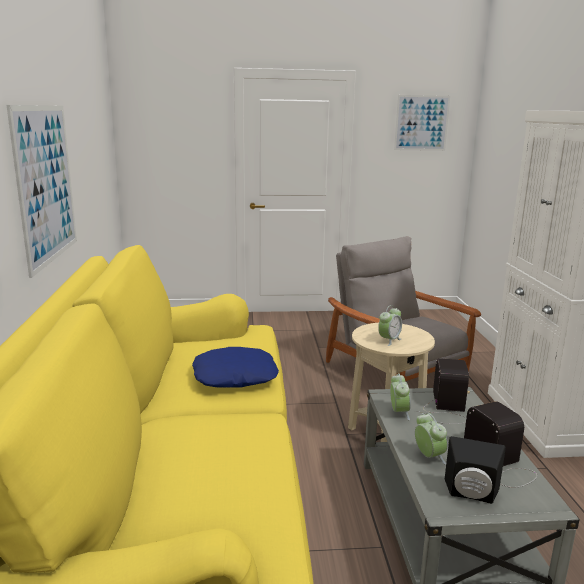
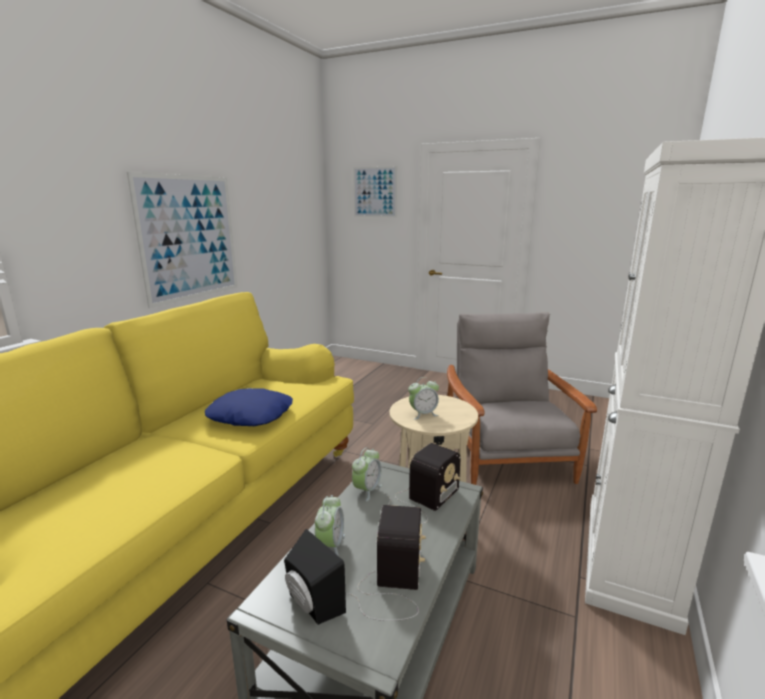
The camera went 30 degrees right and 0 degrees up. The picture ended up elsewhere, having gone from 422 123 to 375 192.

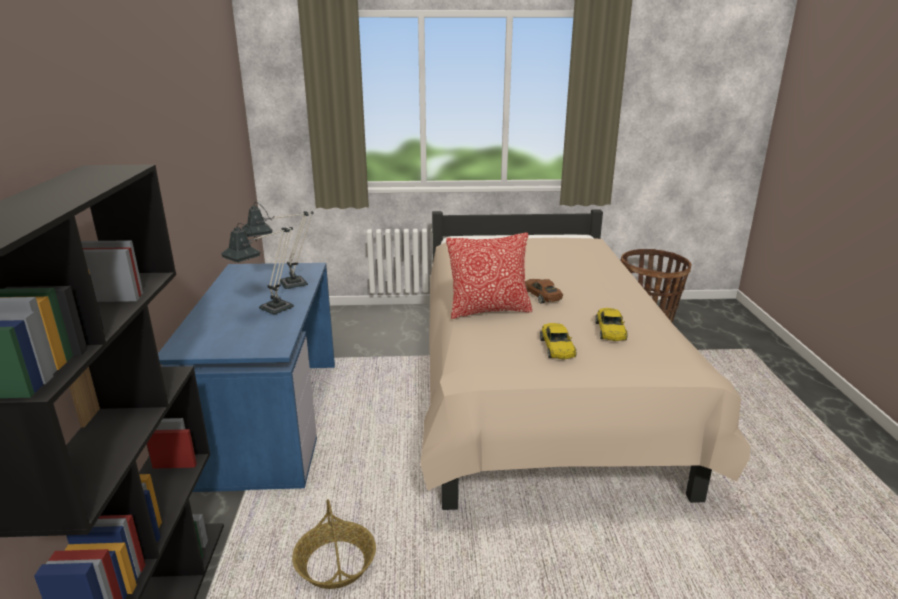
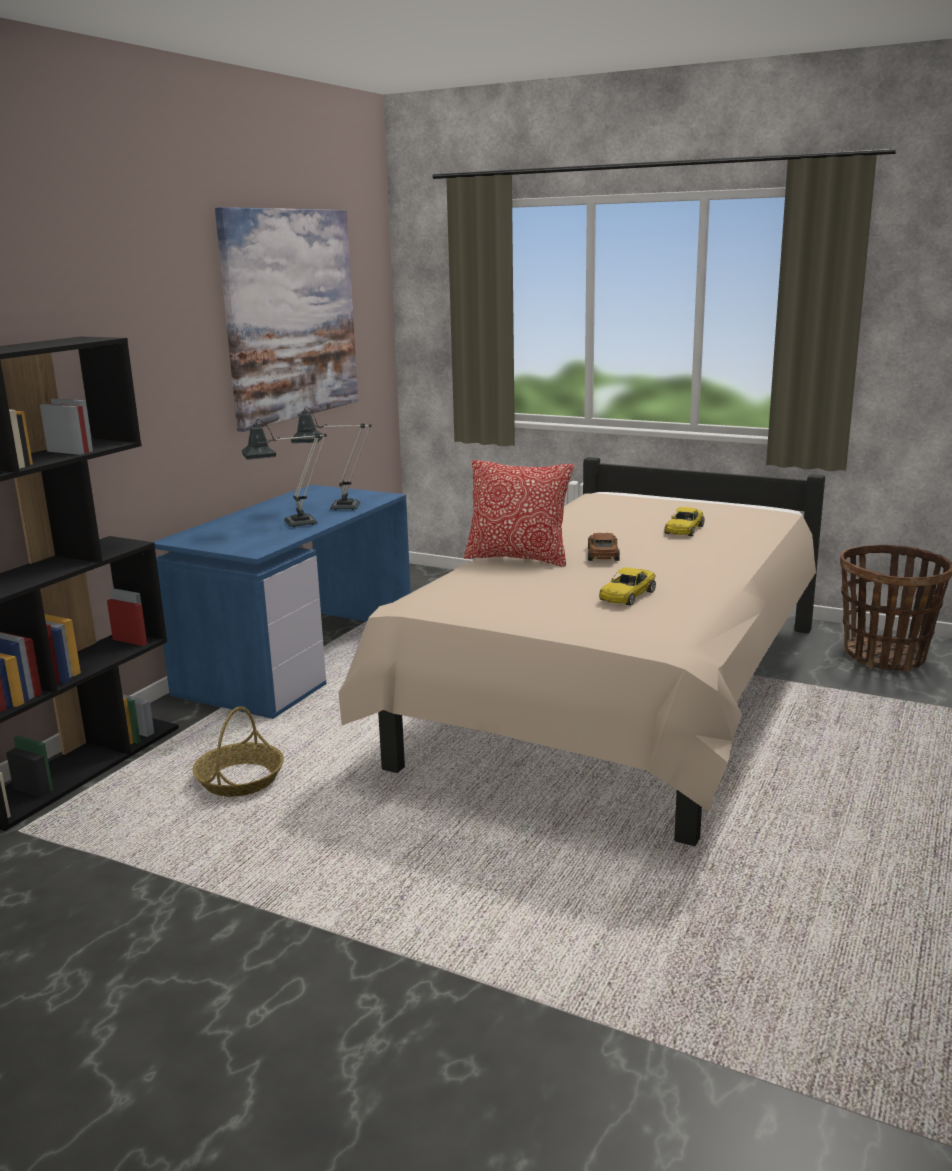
The camera went 30 degrees right and 5 degrees down. The yellow toy car ended up elsewhere, having gone from 558 341 to 685 521. The second view gained the picture at 286 319.

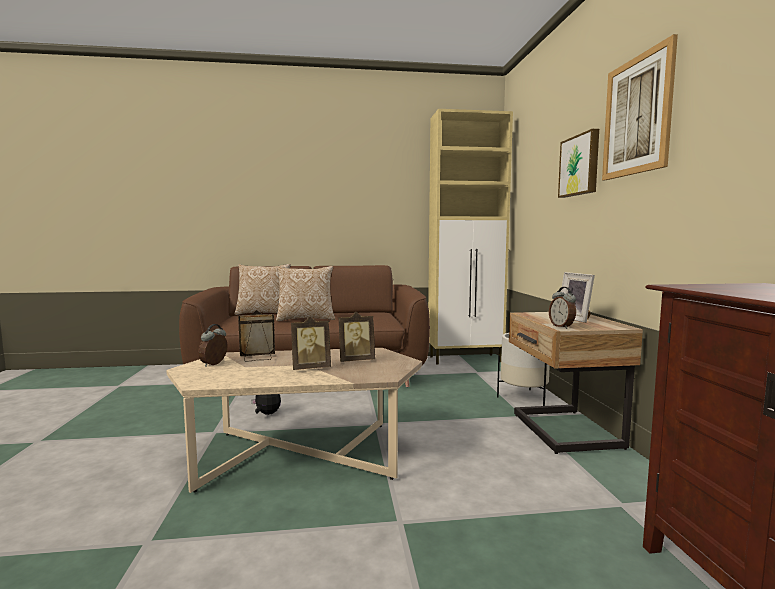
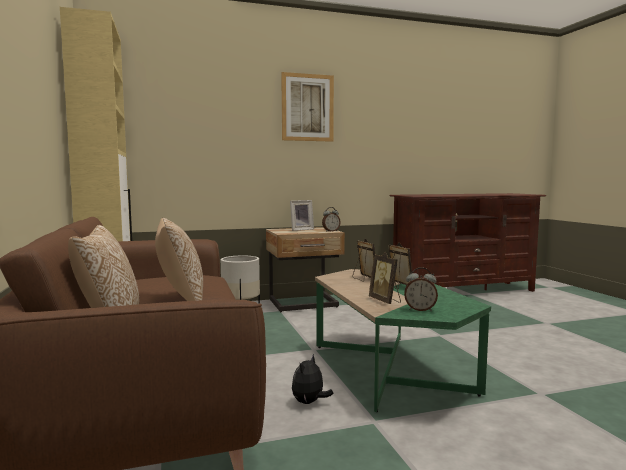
The camera went 100 degrees left and 0 degrees up. The second view lost the picture at 578 163. What was the beige coffee table at 294 420 turned into the green coffee table at 403 340.

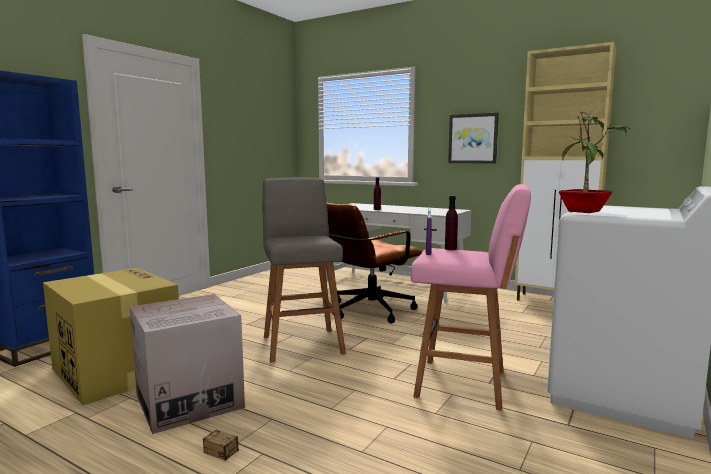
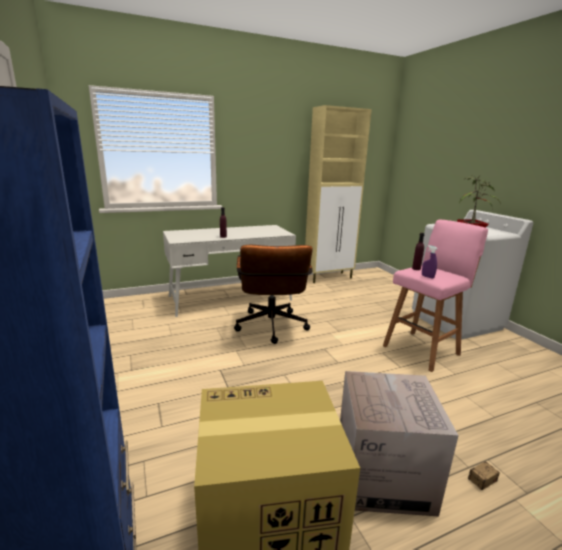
The camera went 55 degrees left and 10 degrees up. The second view lost the picture at 473 138. The second view lost the grey stool at 304 270.

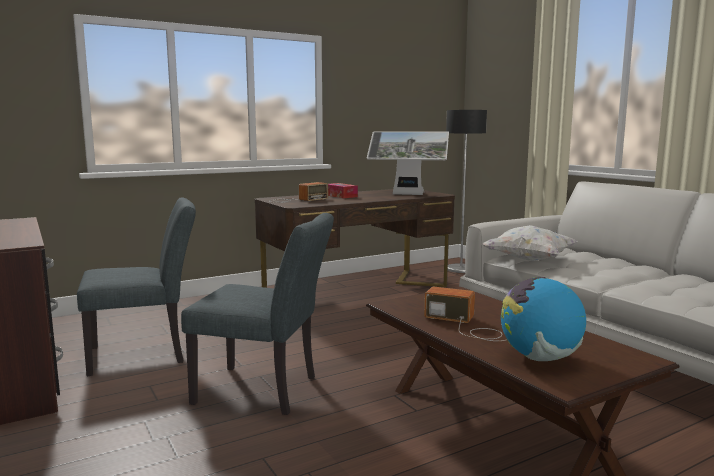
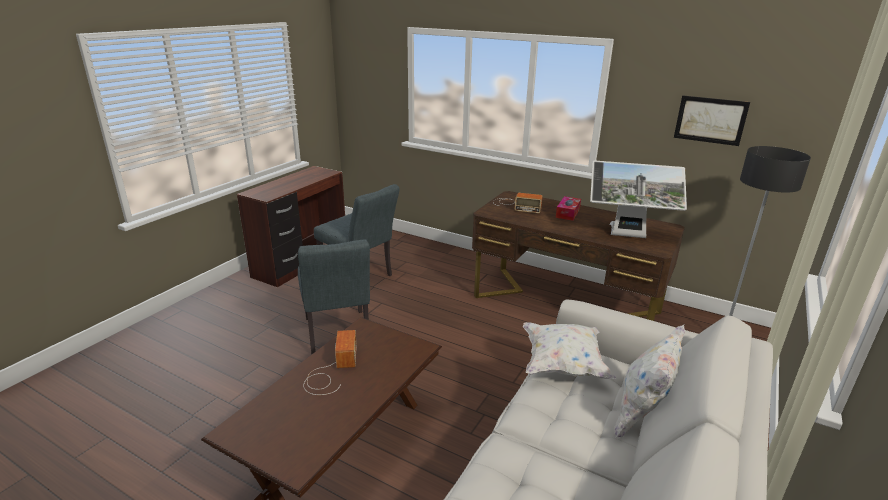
The camera went 60 degrees right and 15 degrees up. The monitor at 408 163 ended up facing another way, 60 degrees counterclockwise from before. The second view lost the globe at 543 319. The second view gained the picture at 712 121. The second view gained the white pillow at 649 381.

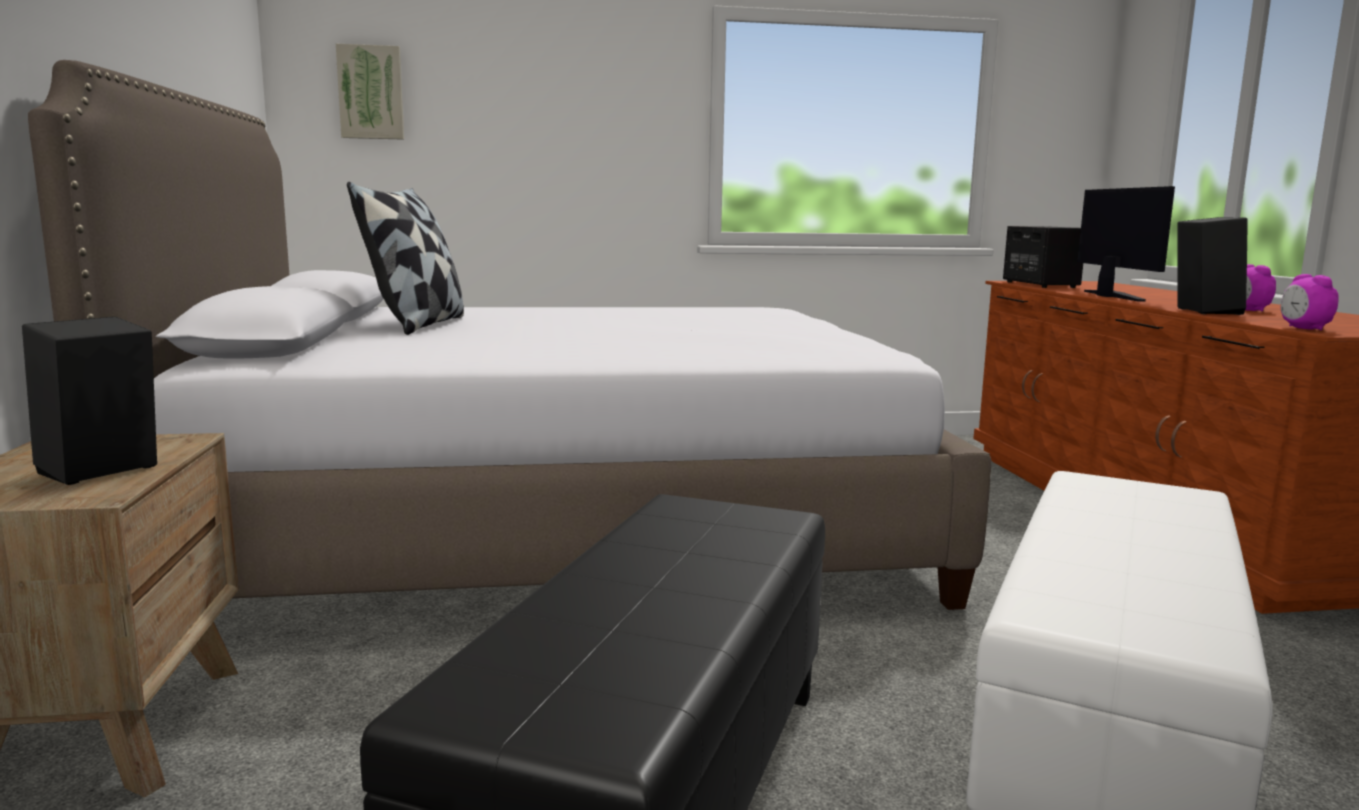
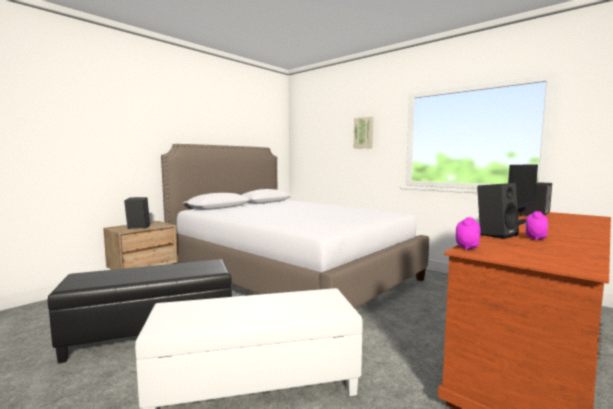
The camera went 50 degrees right and 5 degrees down. The picture ended up elsewhere, having gone from 370 92 to 363 133. The second view lost the pillow at 405 258.

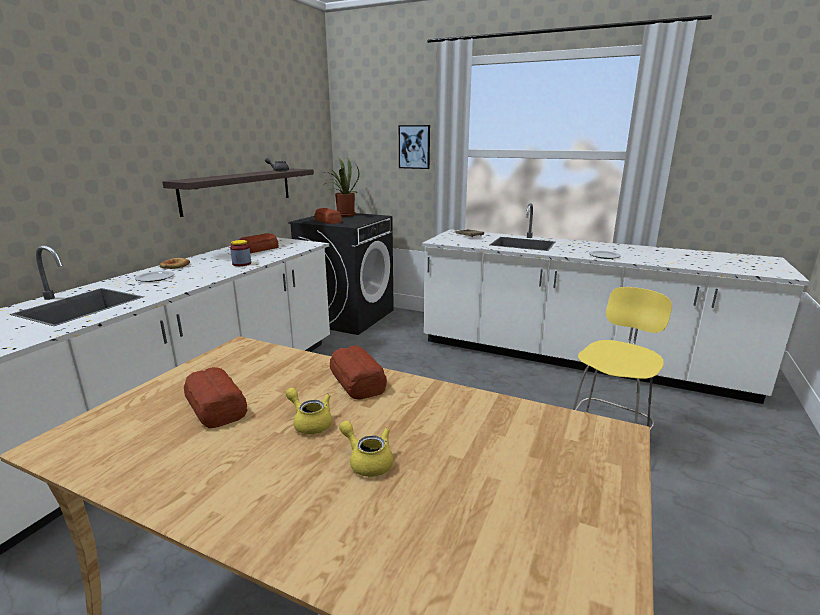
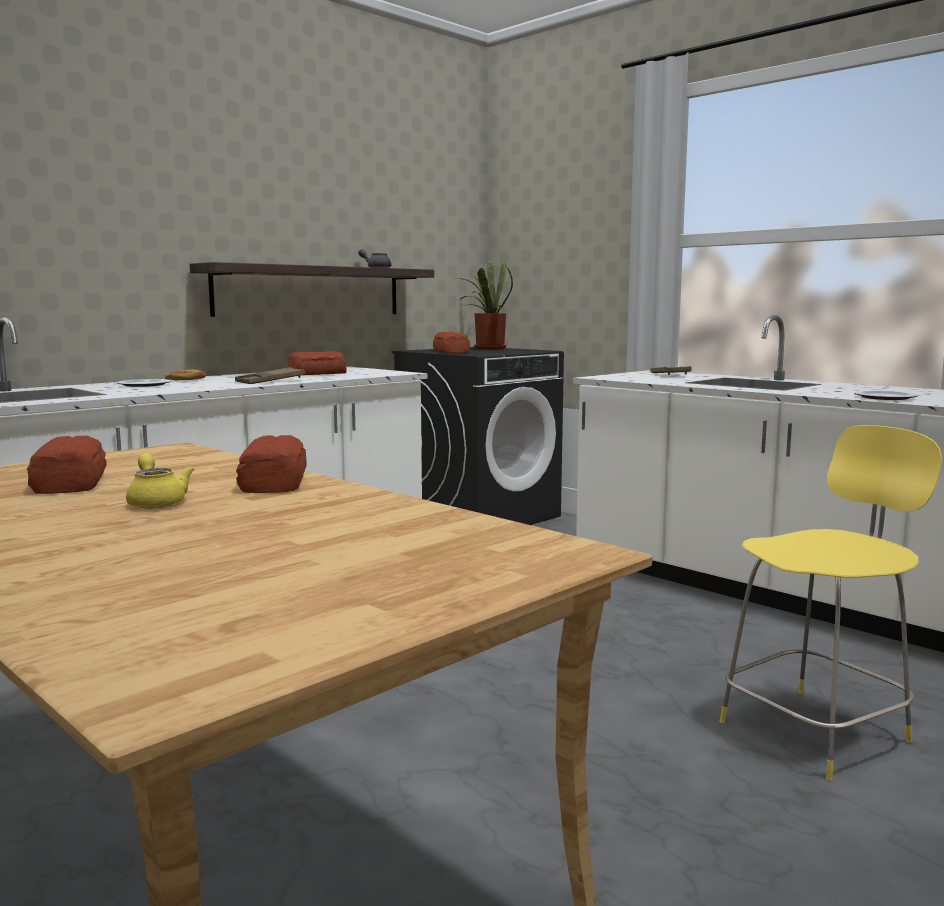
The camera went 20 degrees right and 10 degrees down. The second view lost the picture at 414 147. Where the jar stood at 240 253, the brown tray came to stand at 270 375. The second view lost the yellow teapot at 366 449.

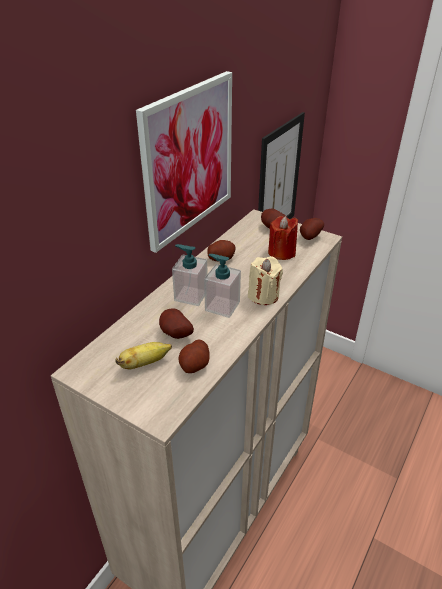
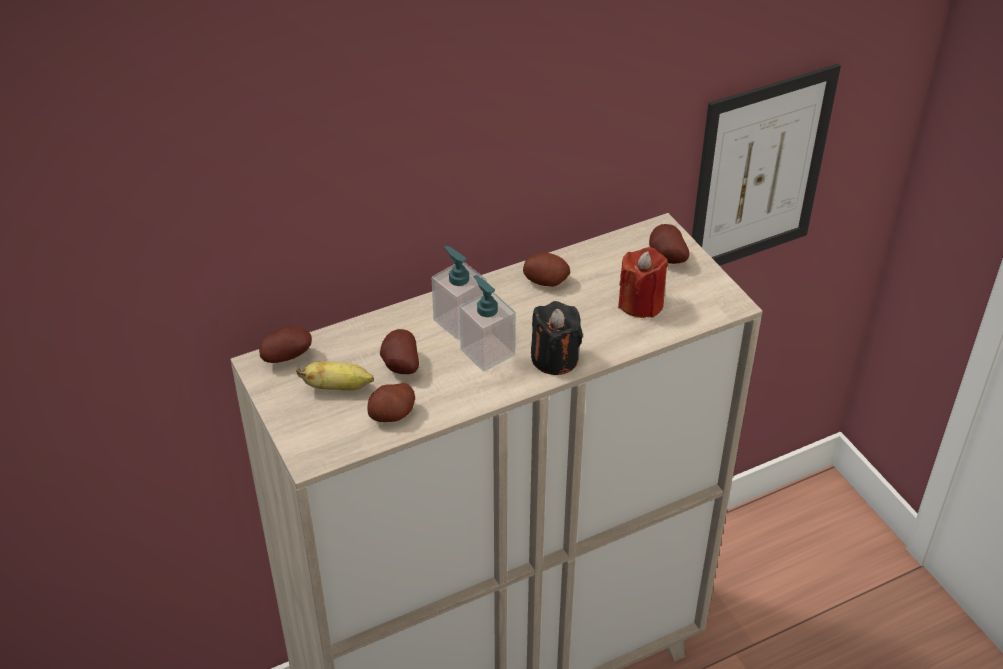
The camera went 30 degrees right and 5 degrees up. The second view lost the picture at 184 162. The potato ended up elsewhere, having gone from 312 229 to 285 344. What was the beige candle at 265 280 turned into the black candle at 557 338.

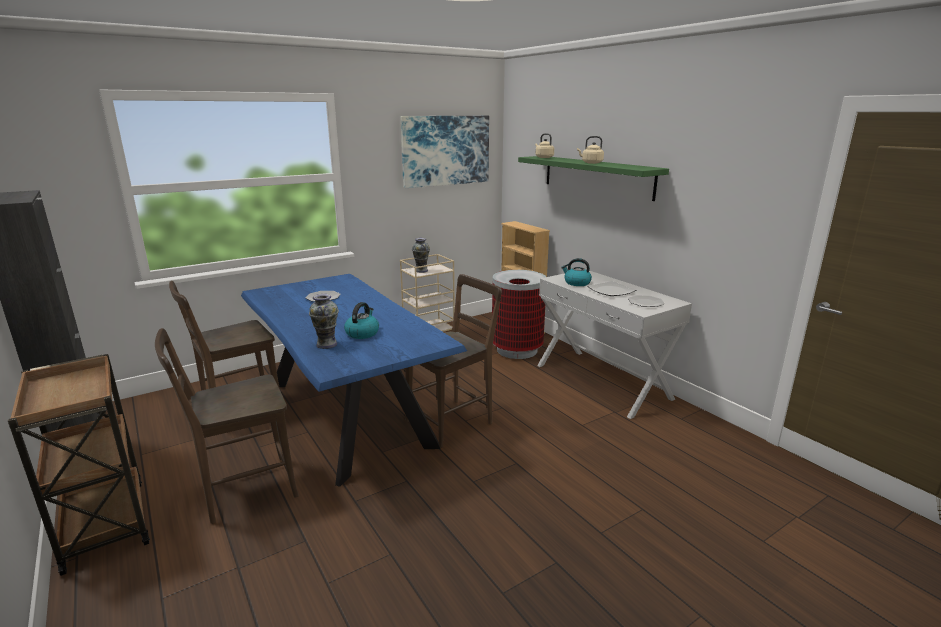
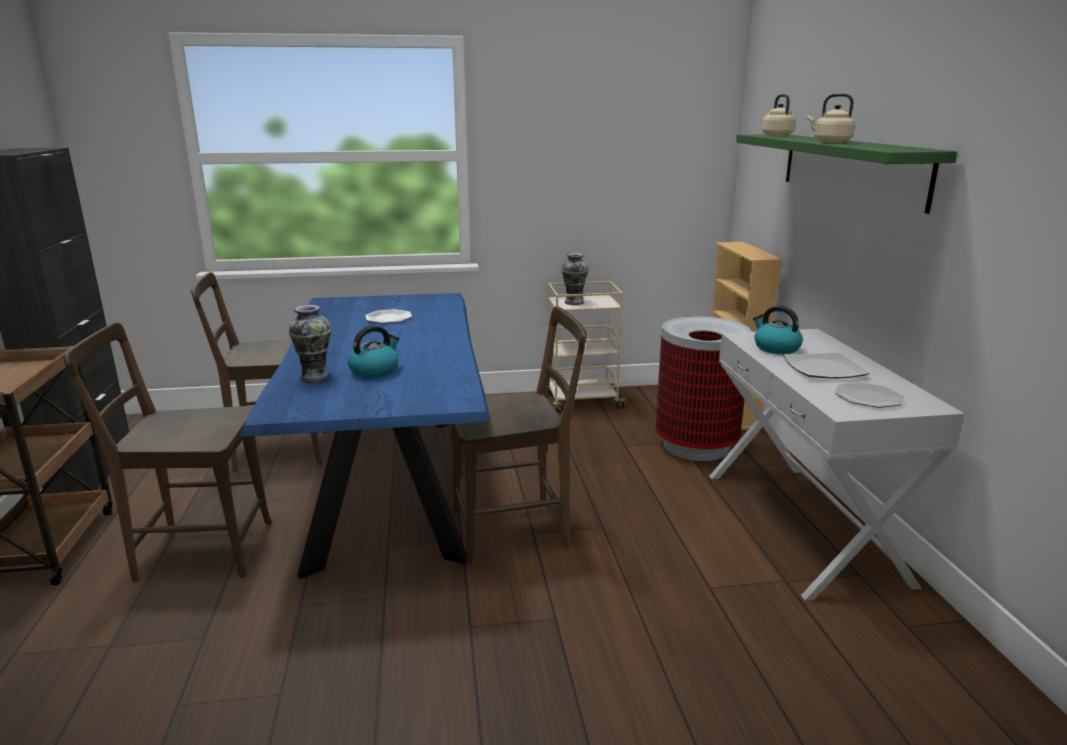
The camera went 25 degrees right and 0 degrees up. The second view lost the picture at 444 152.

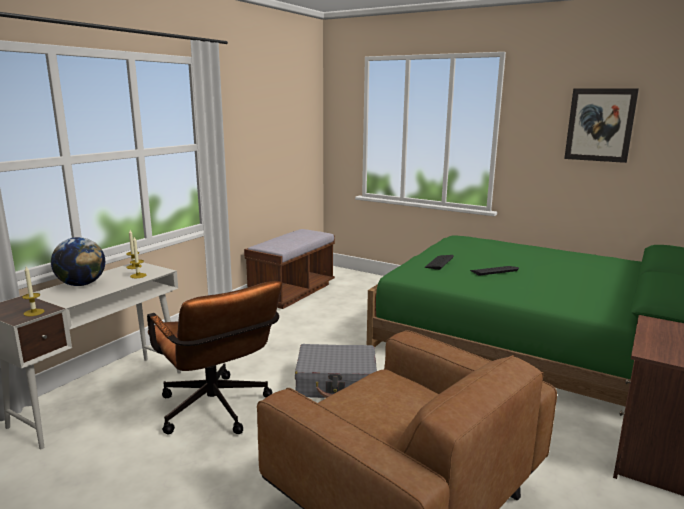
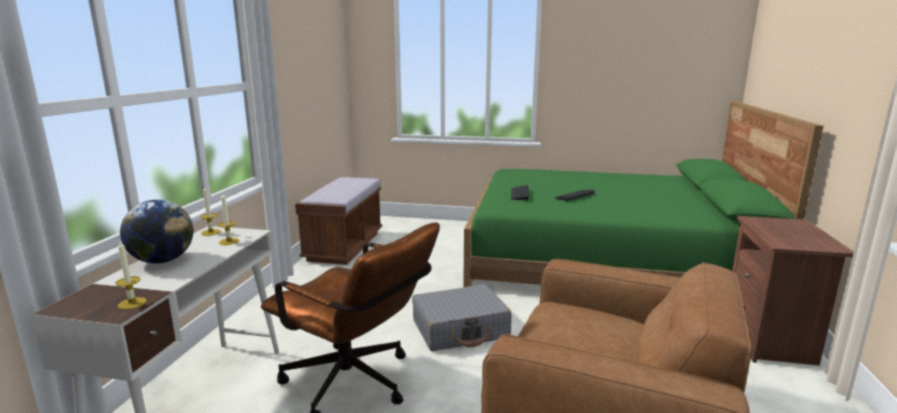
The camera went 20 degrees left and 0 degrees up. The second view lost the picture at 601 125.

